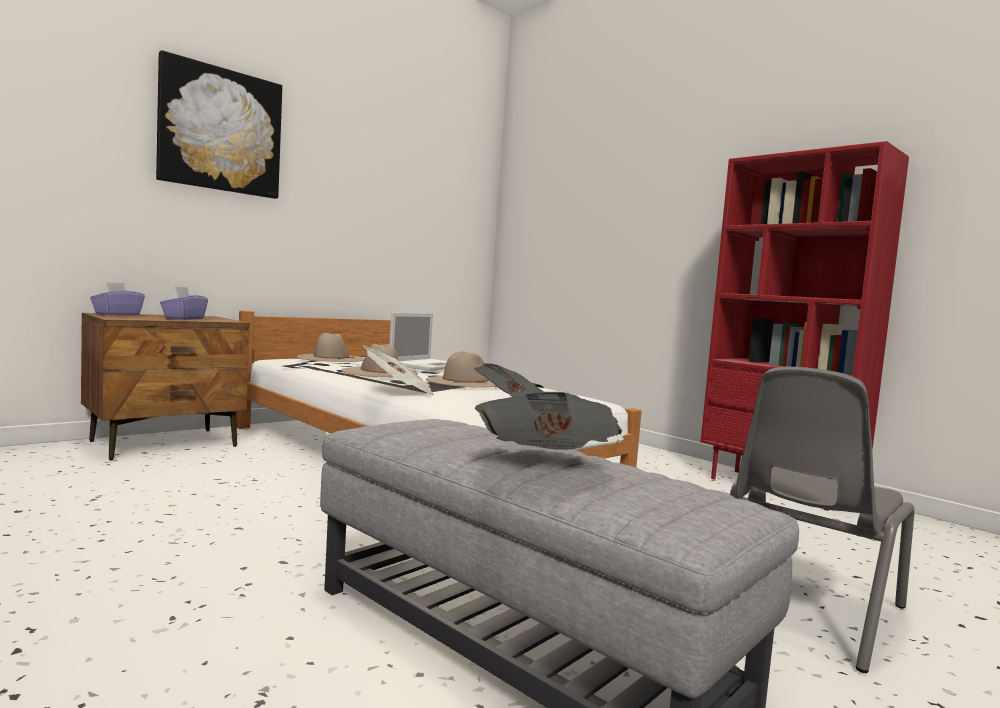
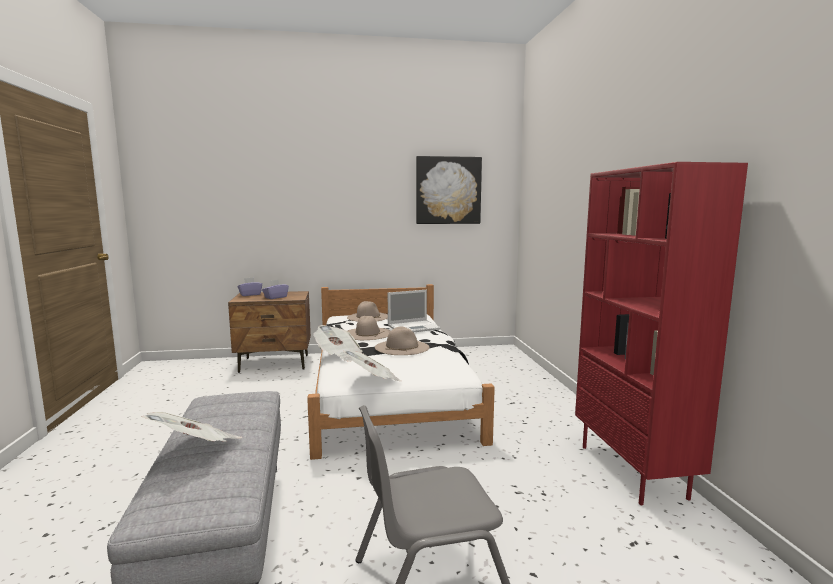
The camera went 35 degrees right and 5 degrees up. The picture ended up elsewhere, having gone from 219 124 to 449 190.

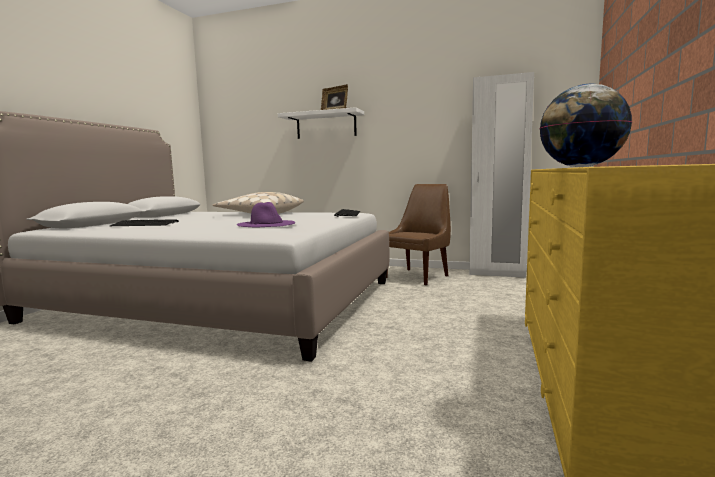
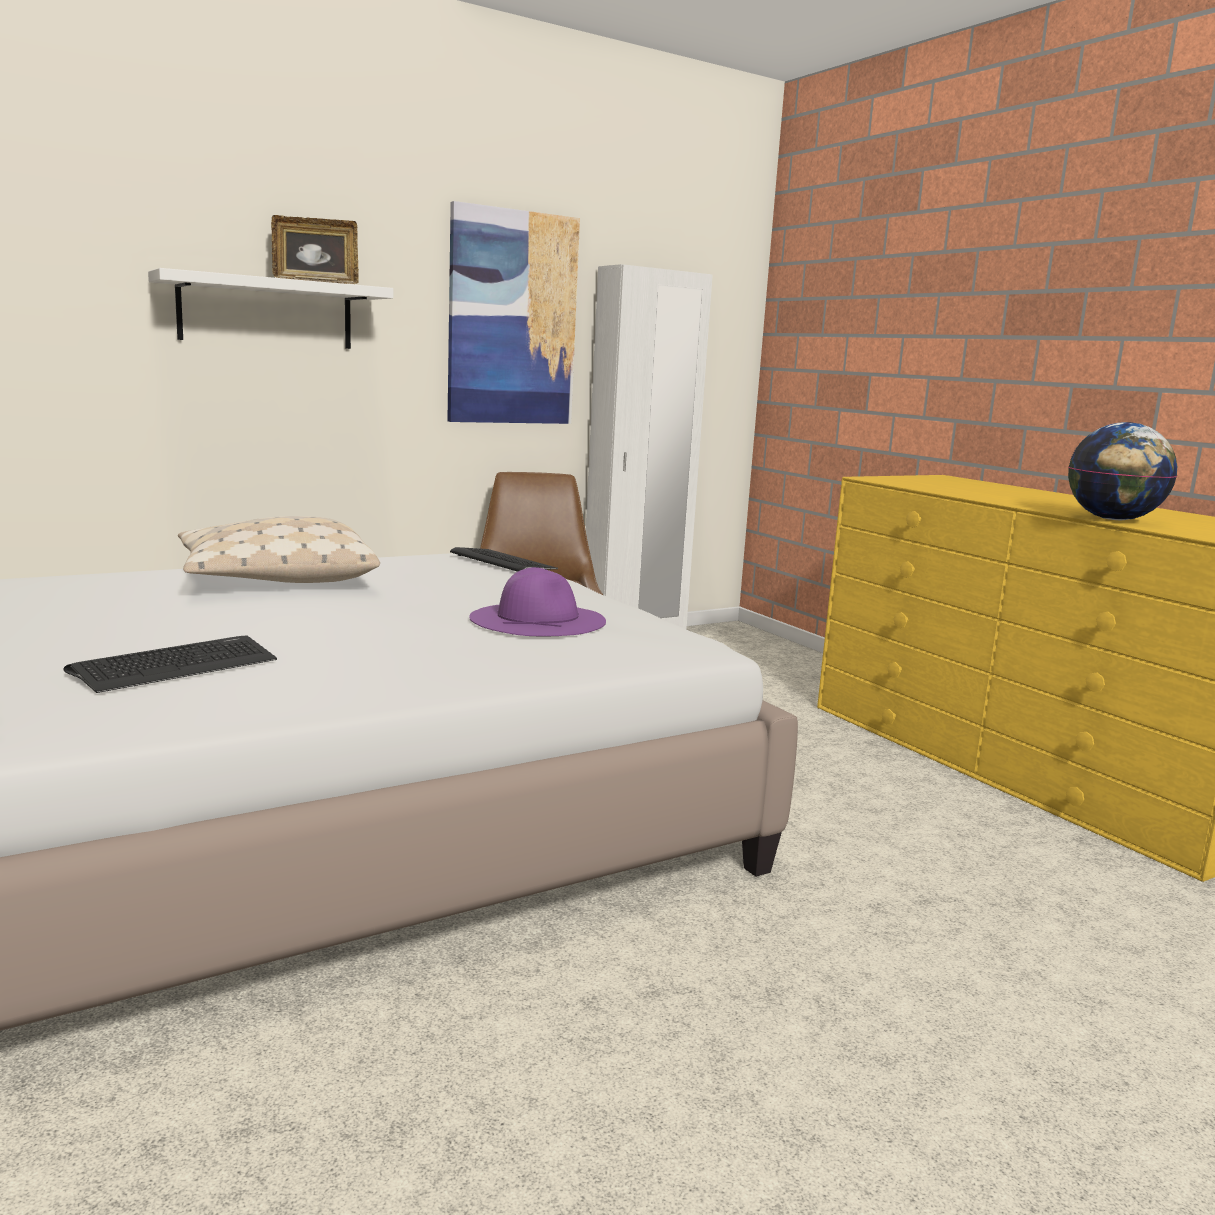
The camera went 50 degrees left and 5 degrees up. The second view gained the picture at 513 312.

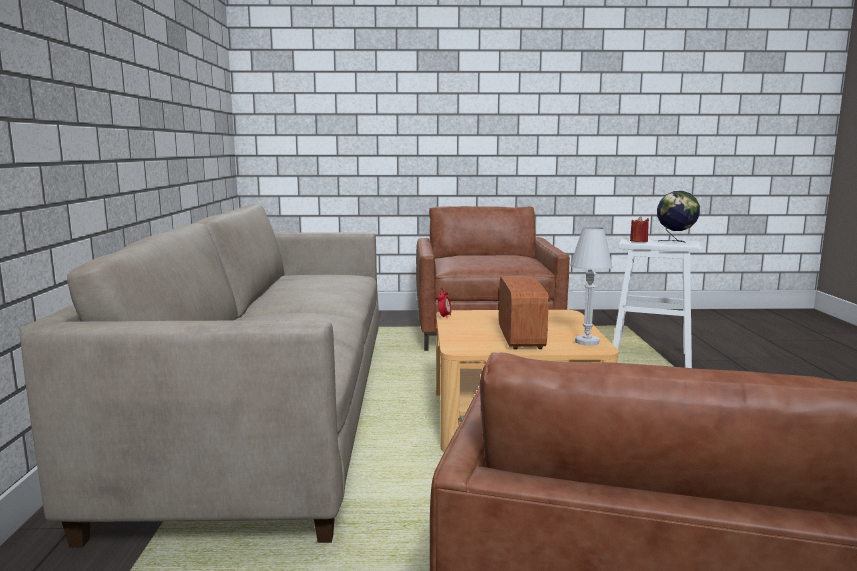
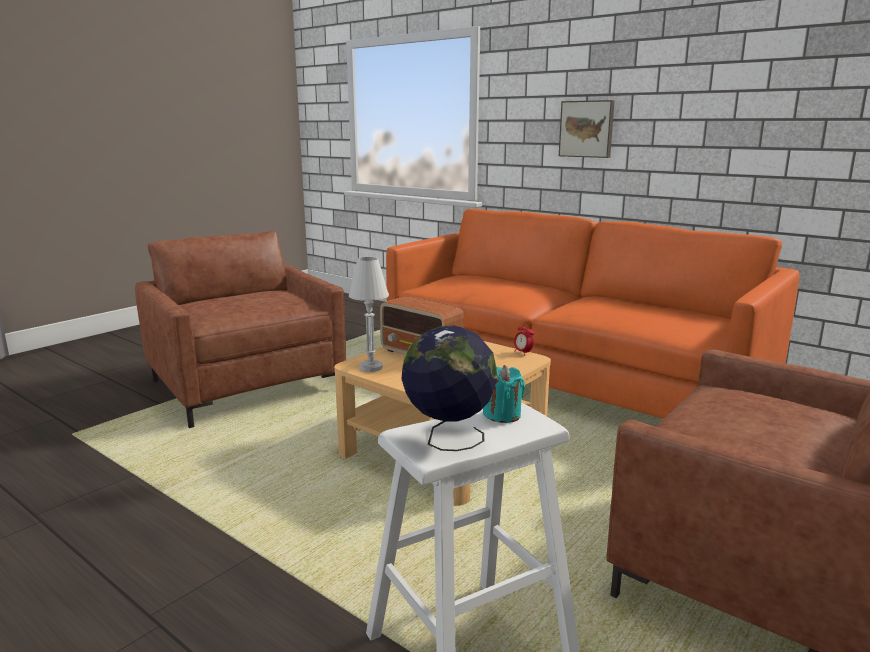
The camera went 130 degrees right and 5 degrees up. What was the beige sofa at 199 376 turned into the orange sofa at 592 314. What was the red candle at 639 229 turned into the turquoise candle at 504 394. The second view gained the picture at 587 129.

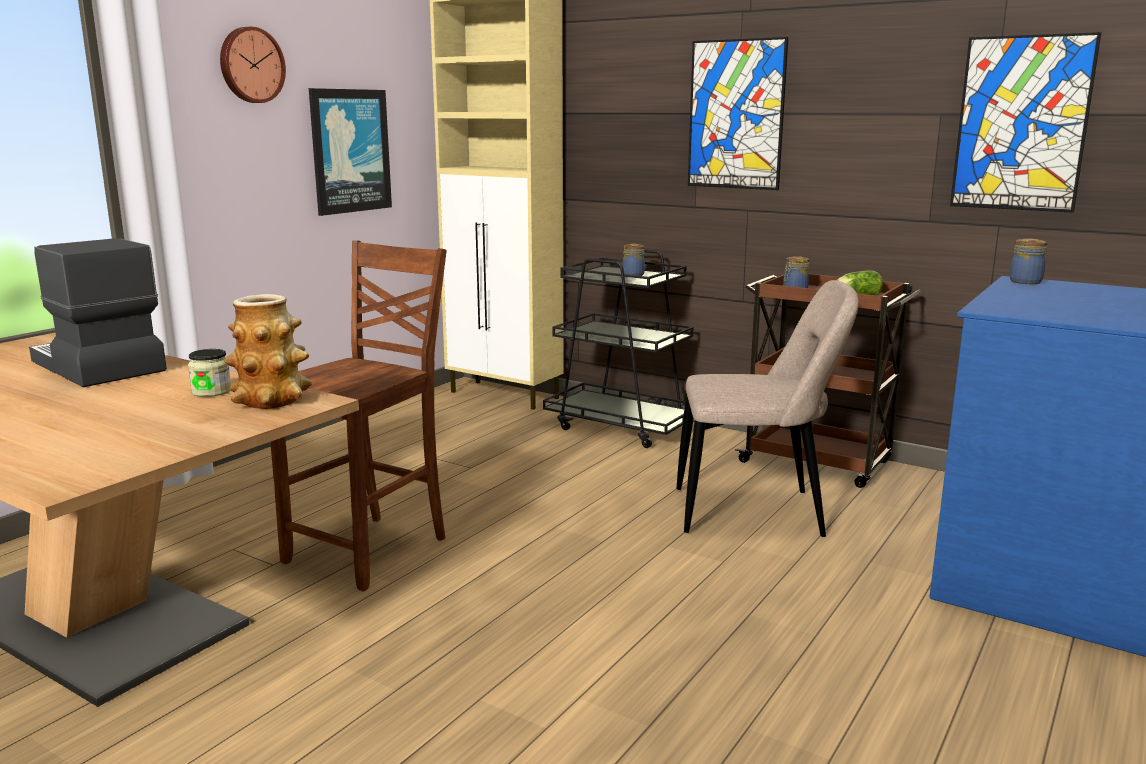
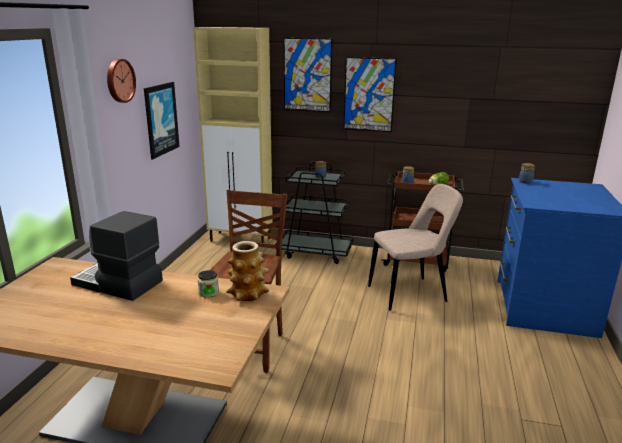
The camera went 20 degrees left and 5 degrees up. The picture ended up elsewhere, having gone from 1025 122 to 308 75.

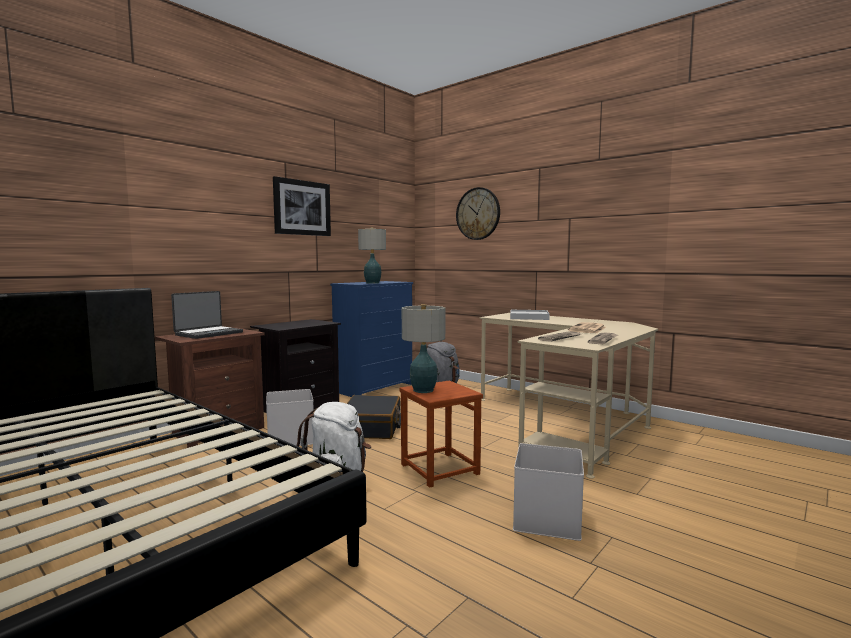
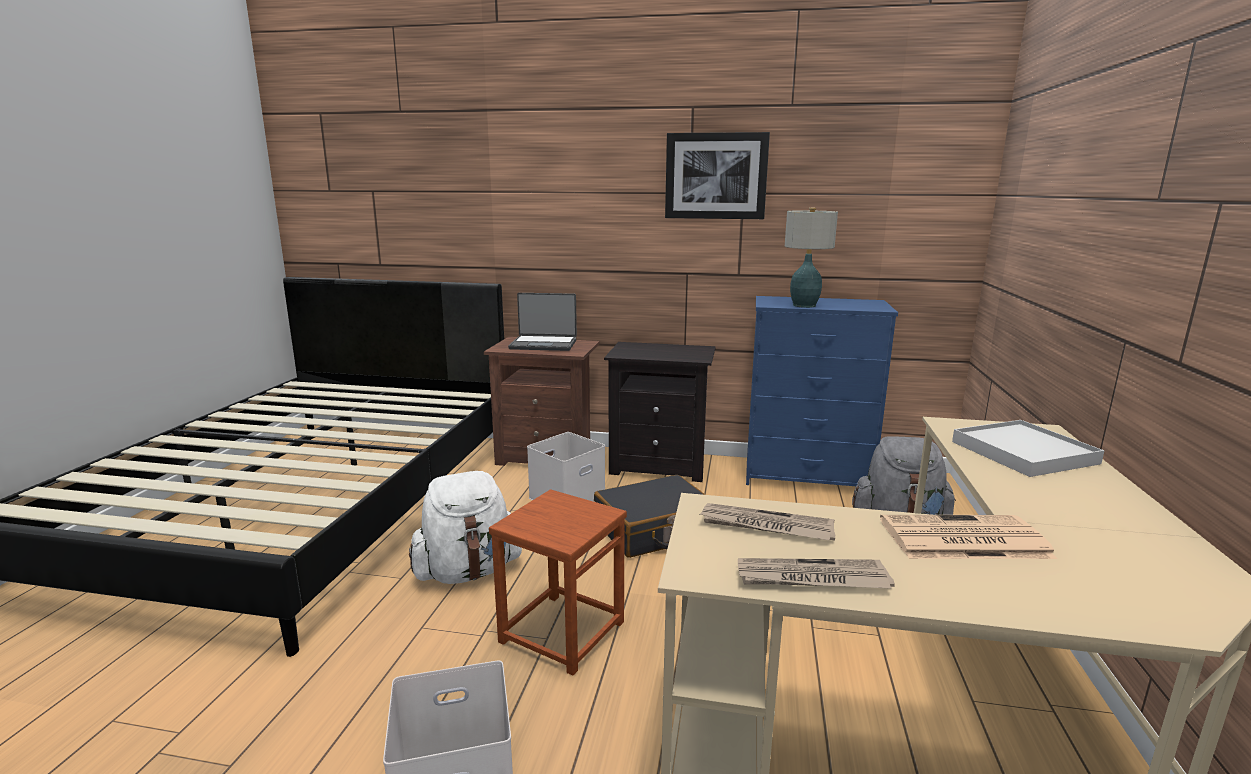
The camera went 60 degrees right and 10 degrees up. The second view lost the wall clock at 478 213. The second view lost the table lamp at 423 348.

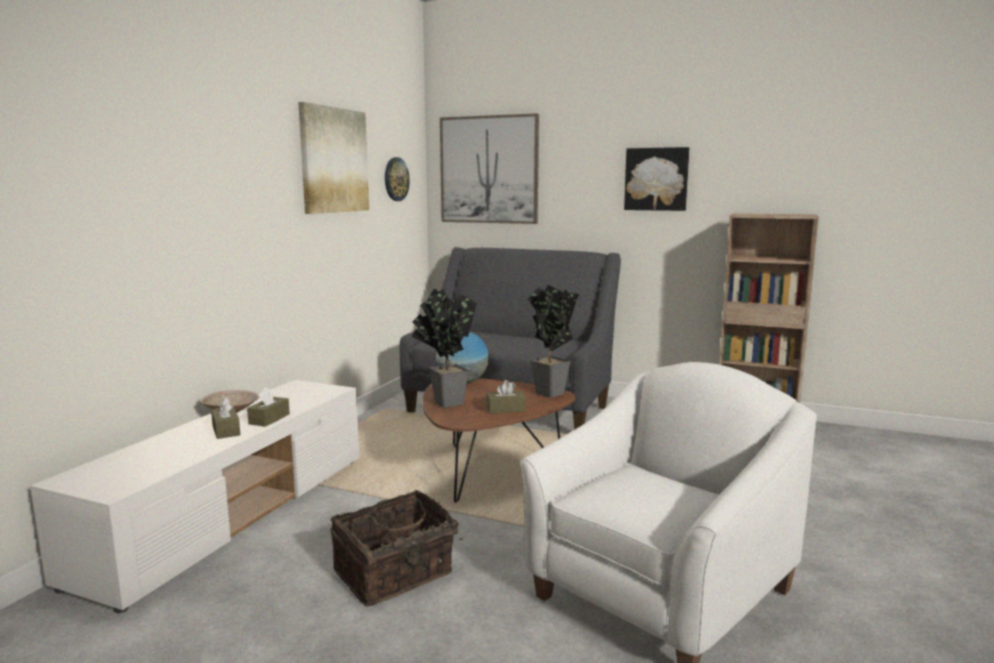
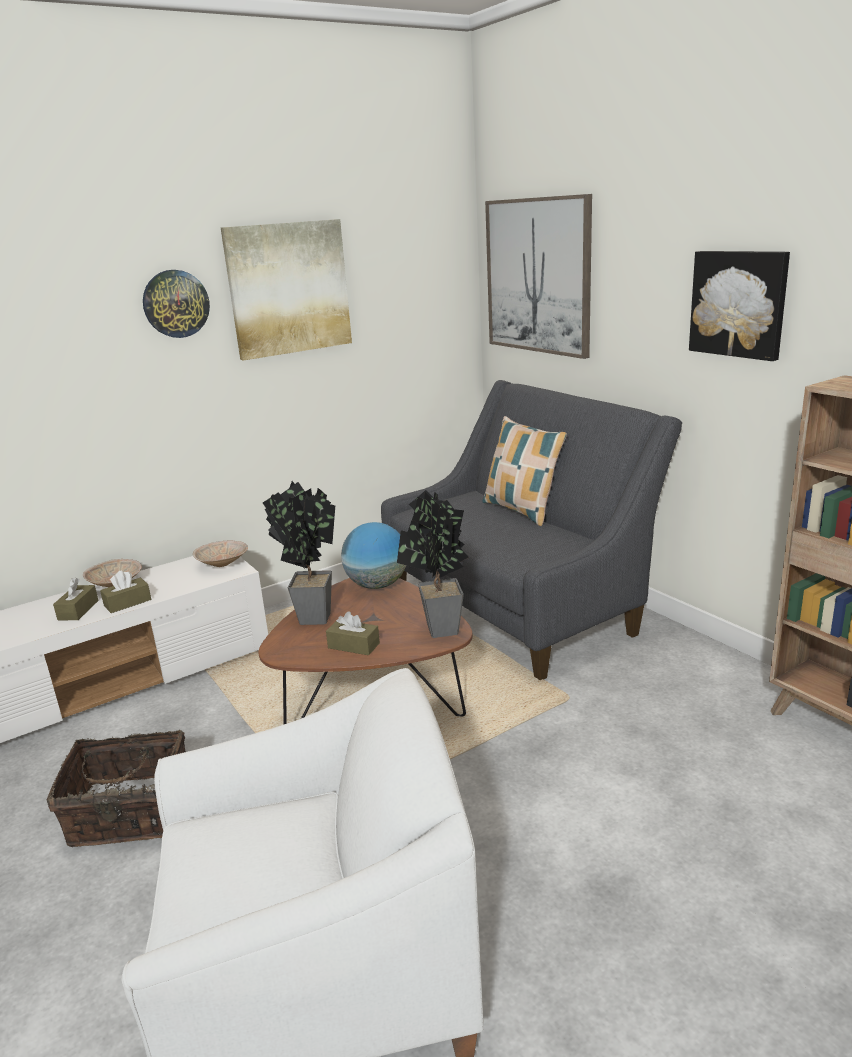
The camera went 35 degrees right and 10 degrees up. The wall clock ended up elsewhere, having gone from 397 179 to 176 304. The second view gained the pillow at 524 471. The second view gained the beige bowl at 220 554.

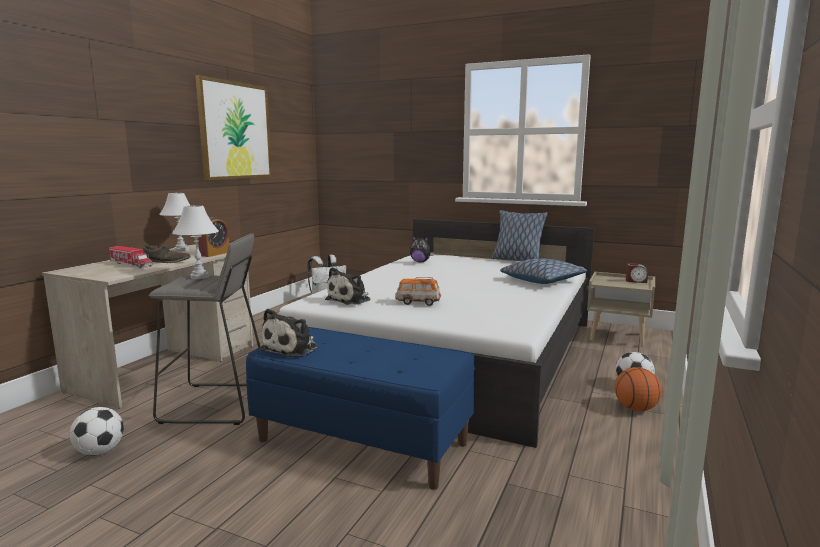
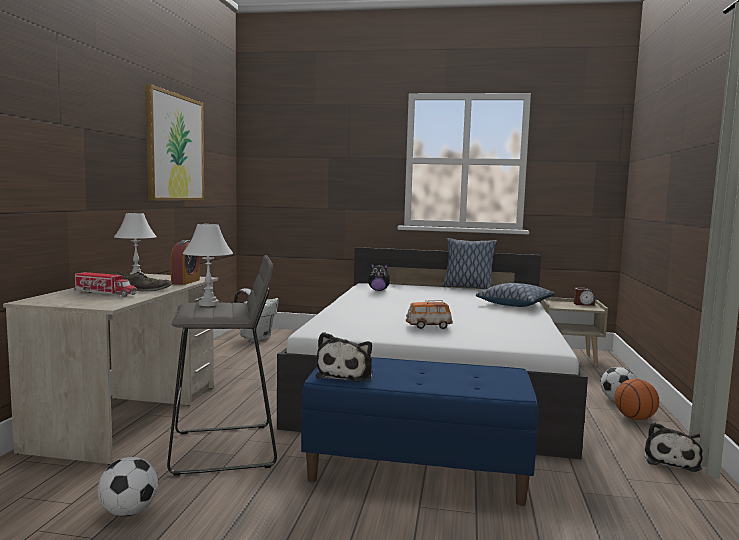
The camera went 15 degrees left and 5 degrees down. The plush toy ended up elsewhere, having gone from 347 286 to 673 447.

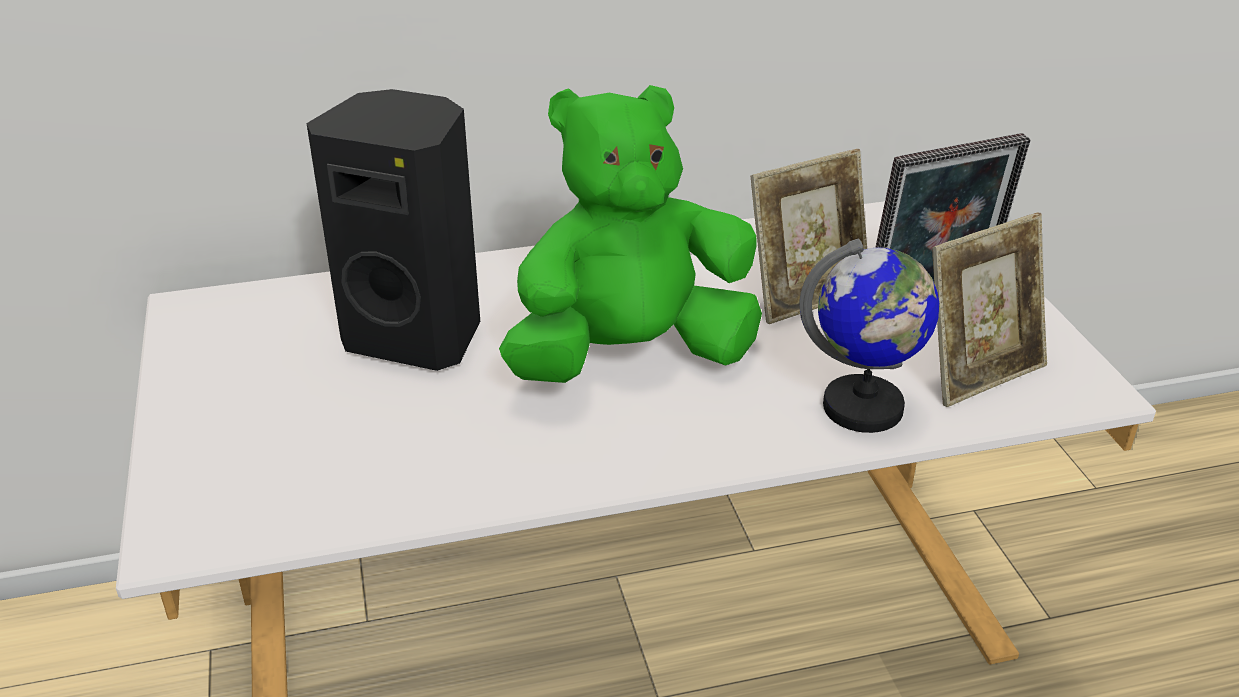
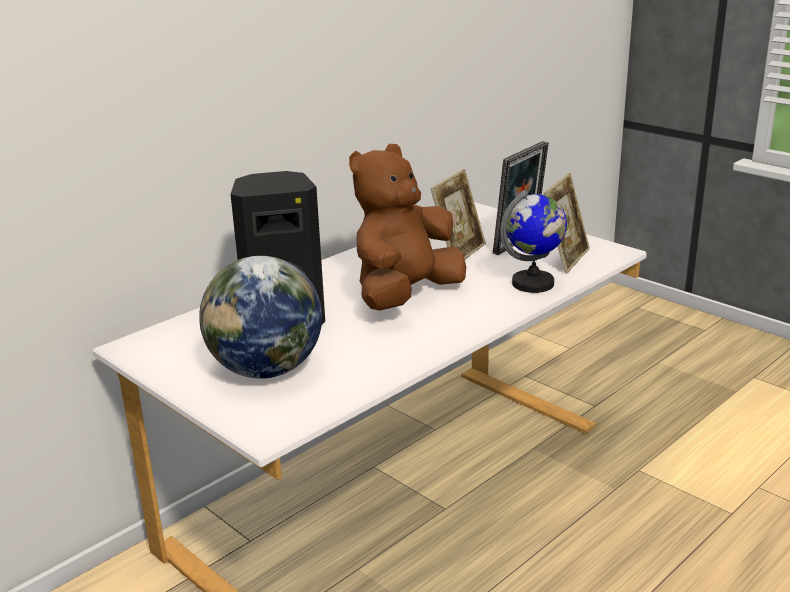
The camera went 30 degrees left and 10 degrees down. What was the green plush toy at 630 234 turned into the brown plush toy at 407 227. The second view gained the globe at 260 317.

